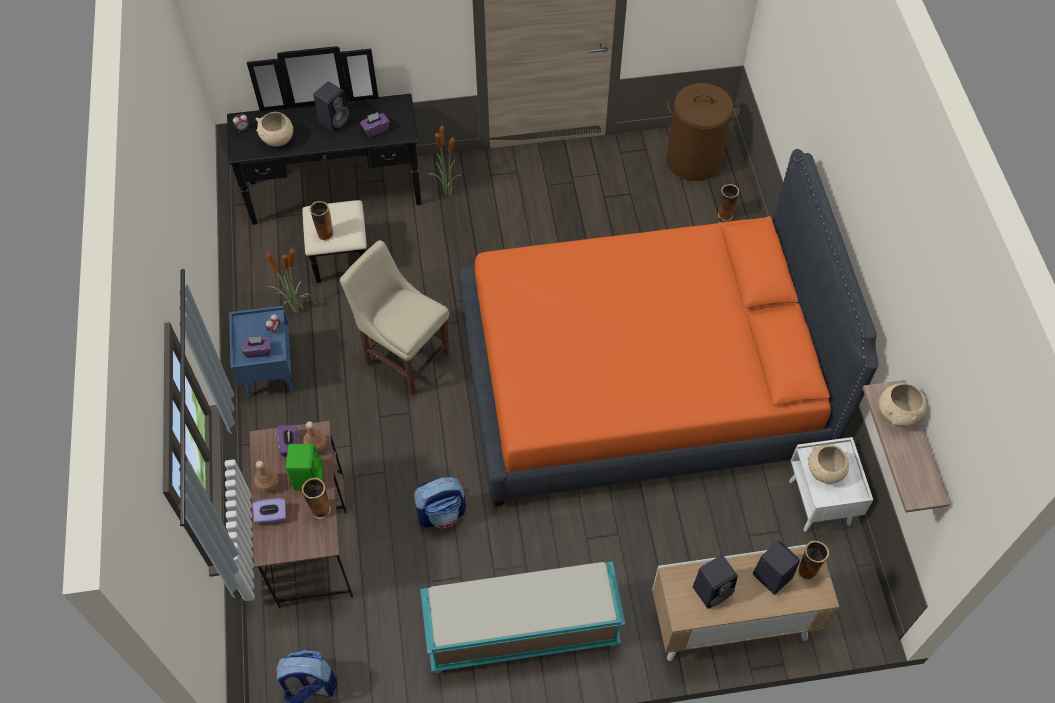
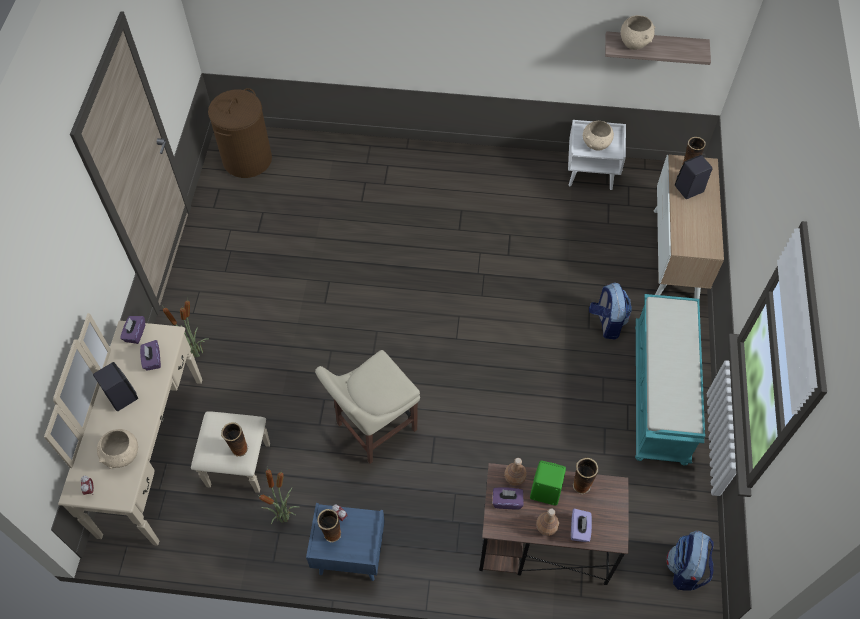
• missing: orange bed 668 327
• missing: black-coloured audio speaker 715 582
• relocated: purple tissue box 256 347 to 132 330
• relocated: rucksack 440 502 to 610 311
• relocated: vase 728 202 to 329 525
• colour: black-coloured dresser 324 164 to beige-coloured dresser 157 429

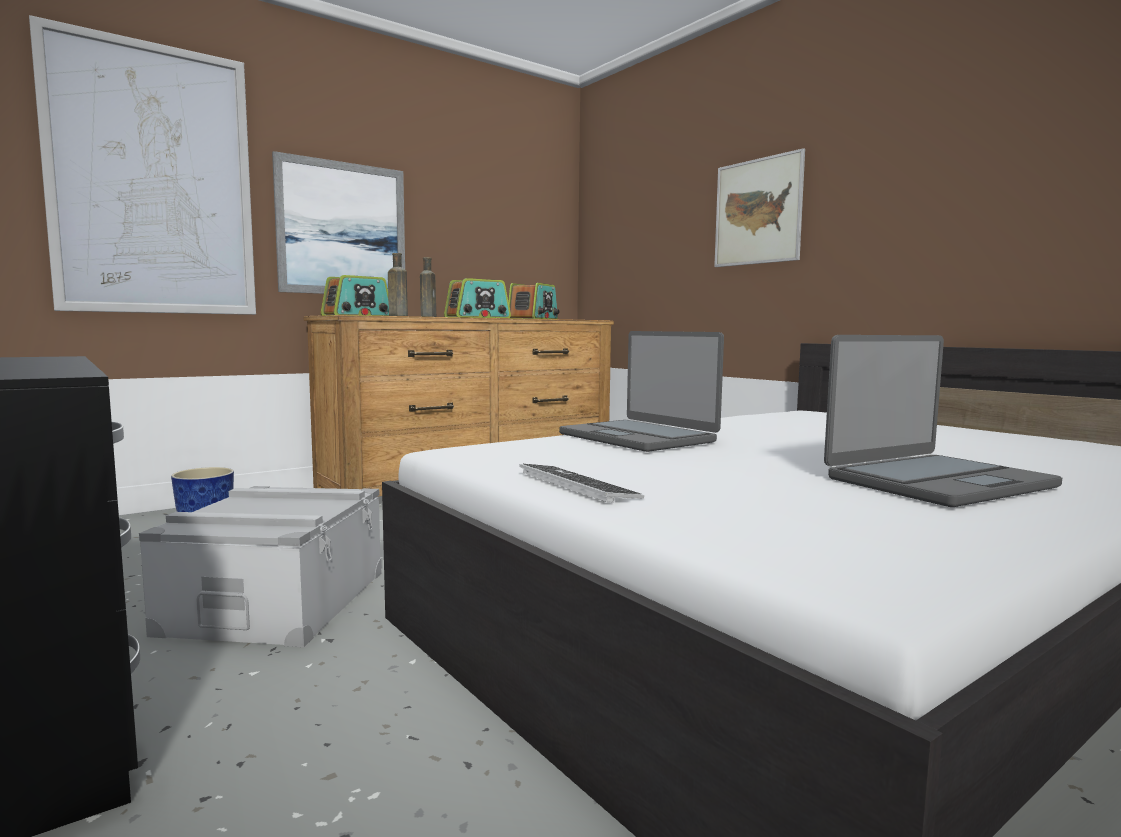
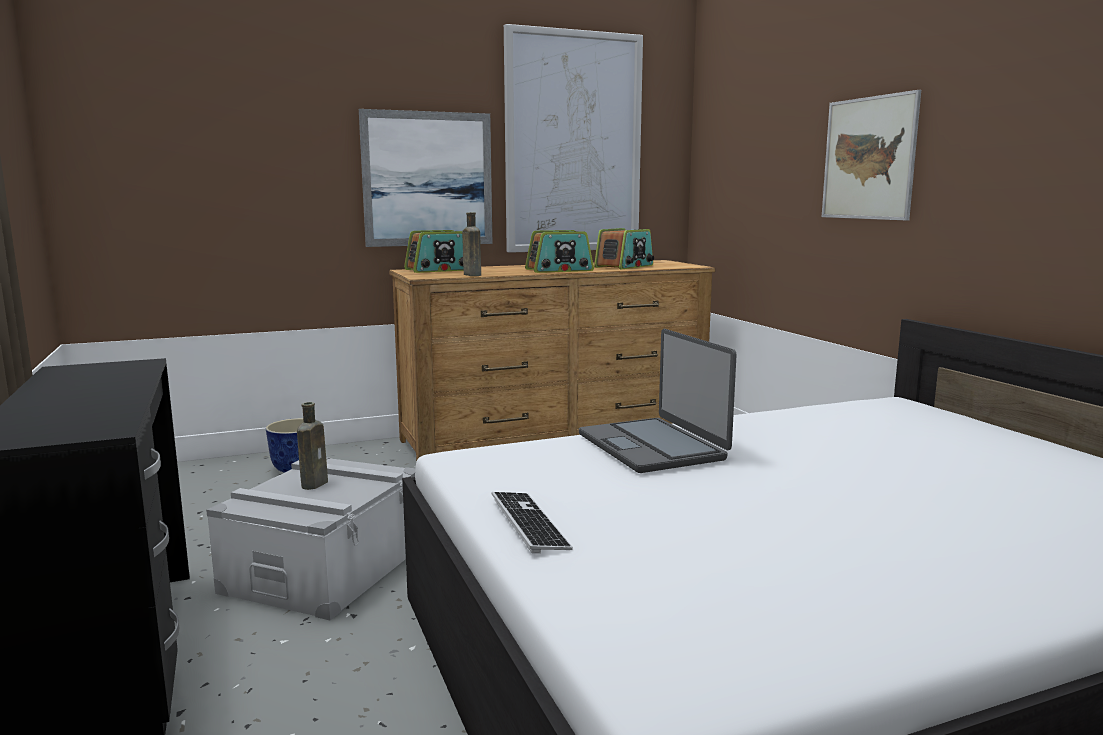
• missing: notebook computer 943 421
• relocated: wall art 142 165 to 573 138
• relocated: brown bottle 428 287 to 312 446

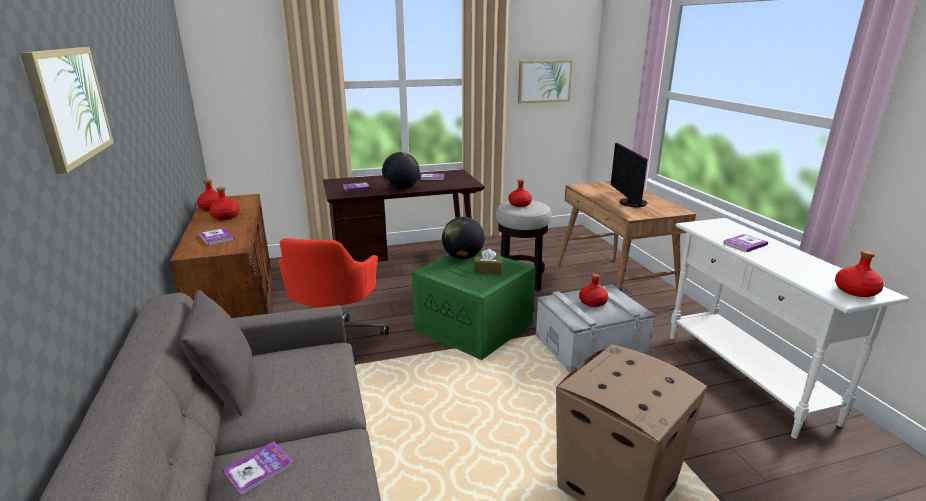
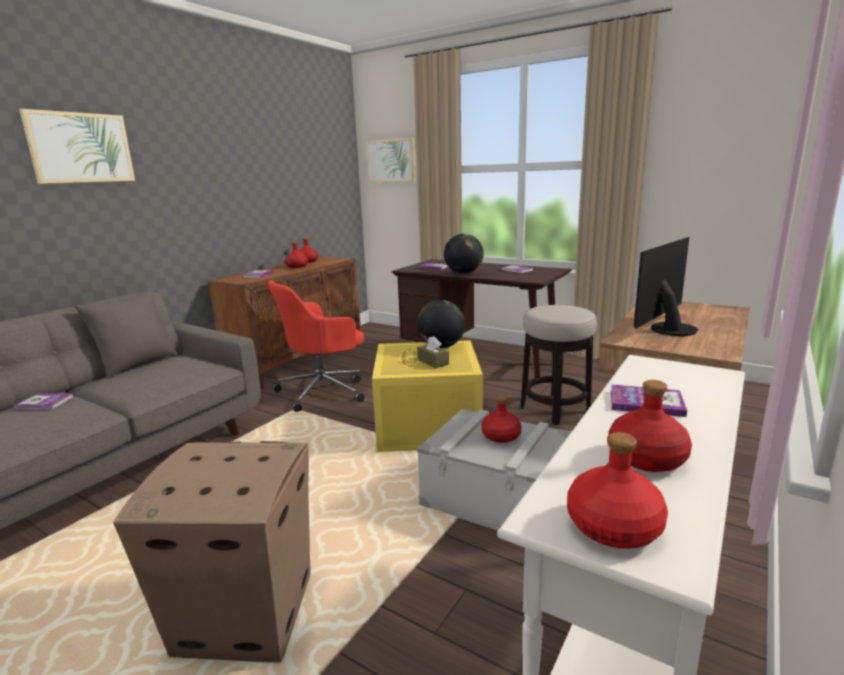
• relocated: red-coloured bottle 520 193 to 650 426
• relocated: wall art 545 81 to 391 160
• colour: green storage container 474 305 to yellow storage container 427 396

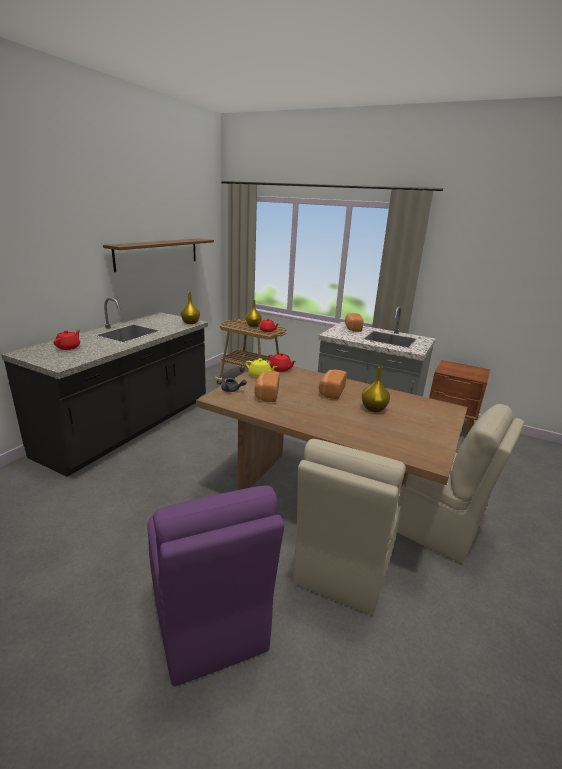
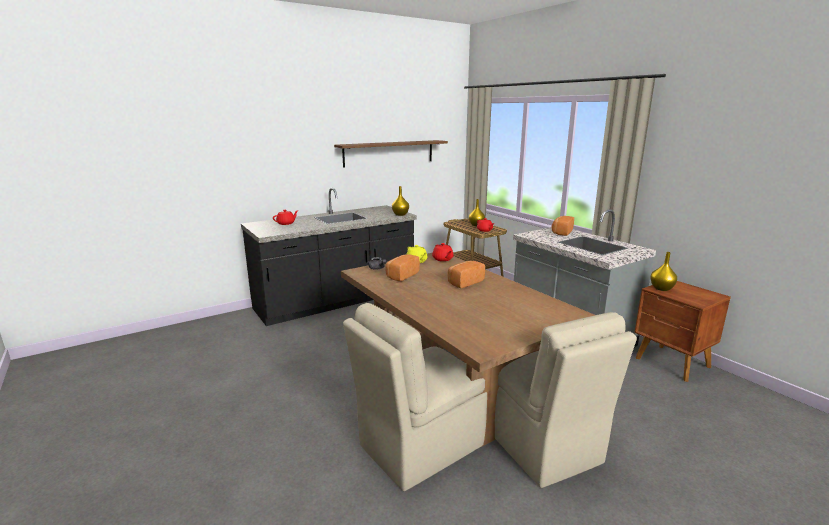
• missing: purple plain chair 215 585
• relocated: yellow vase 376 389 to 664 271

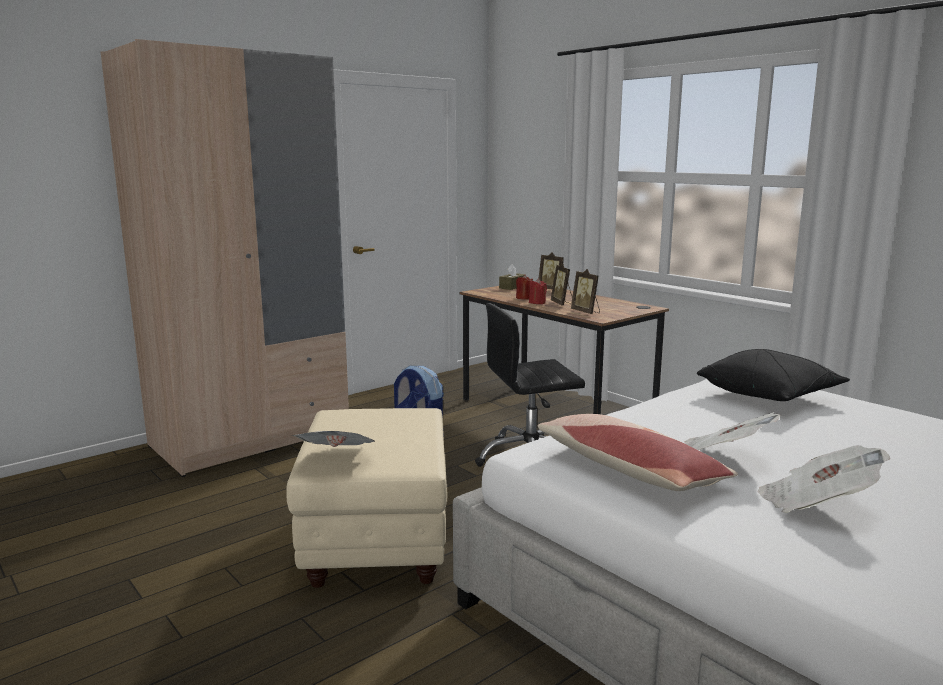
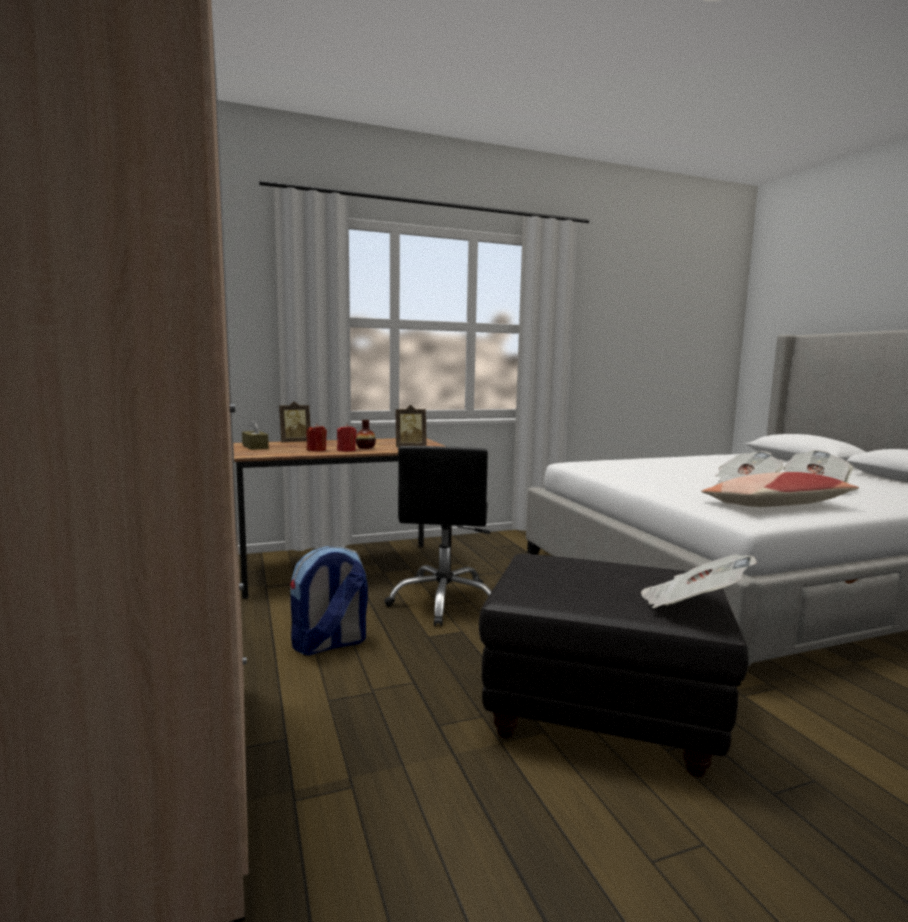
• missing: black-coloured pillow 773 375
• exchanged: picture frame 561 284 to vase 366 434
• colour: beige-coloured pouffe 366 498 to black-coloured pouffe 613 665

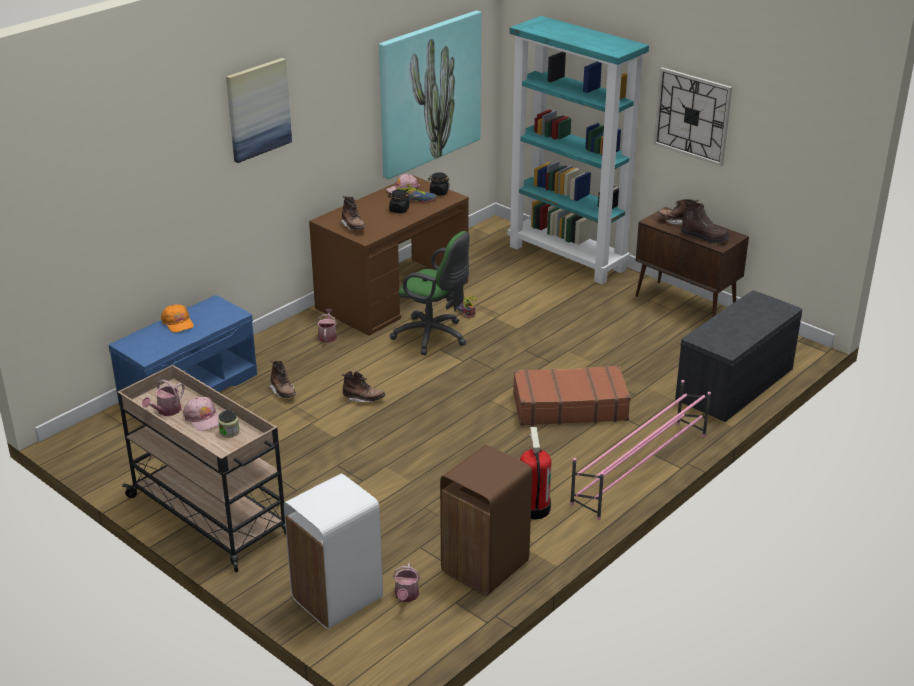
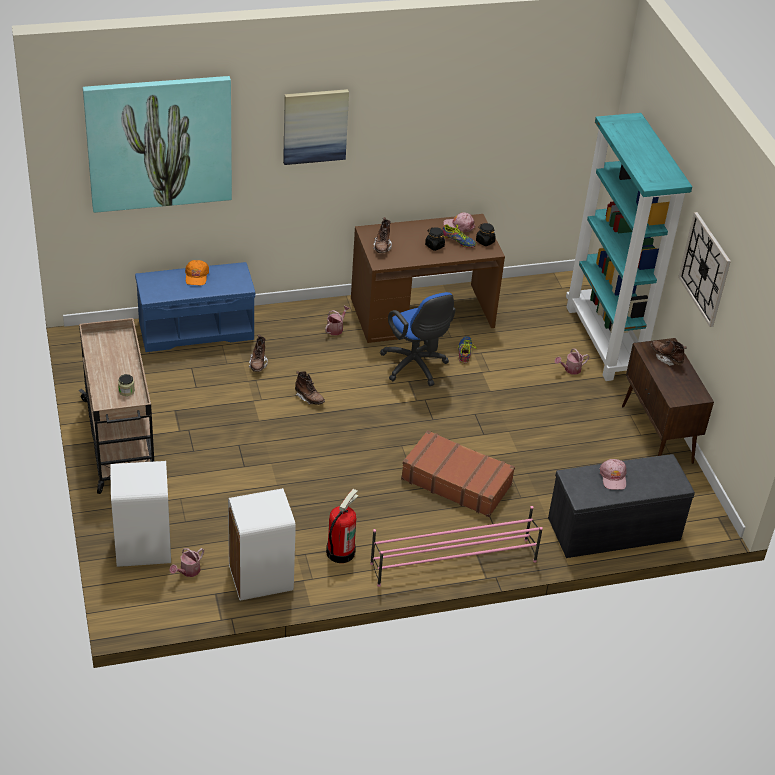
• missing: brown tall boot 705 223
• relocated: watering can 163 397 to 572 362
• relocated: pink-coloured peaked cap 201 414 to 613 474
• relocated: wall art 430 94 to 157 144
• colour: green office chair 430 293 to blue office chair 418 339
• colour: brown waste bin 486 520 to whitish waste bin 262 544

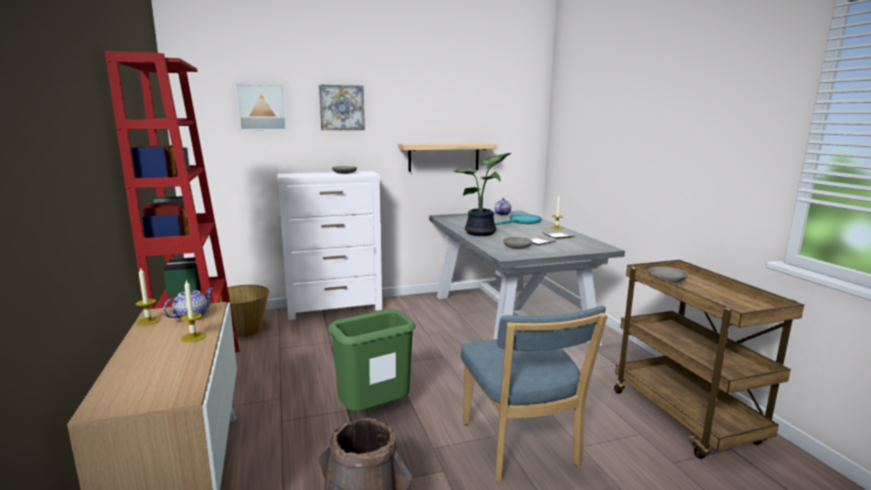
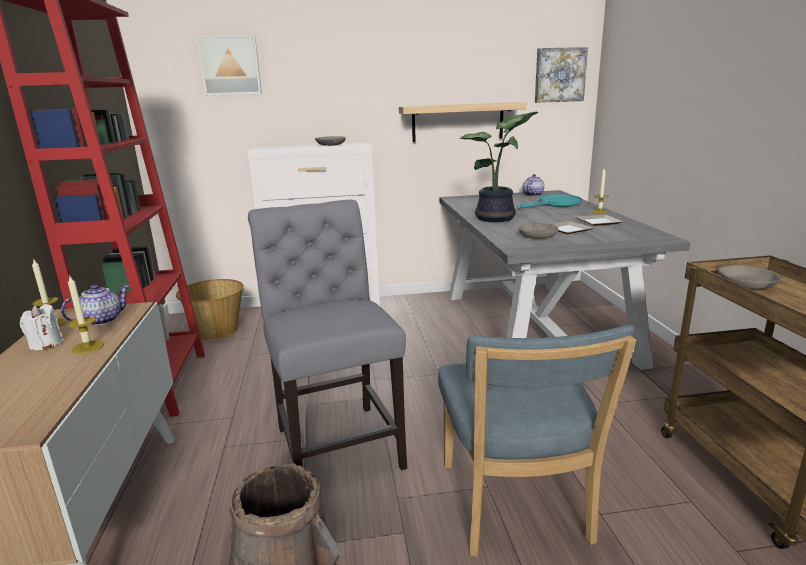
• appeared: whitish wax candle 41 327
• relocated: wall art 342 107 to 561 75
• exchanged: green waste bin 372 360 to greyish plain chair 327 335

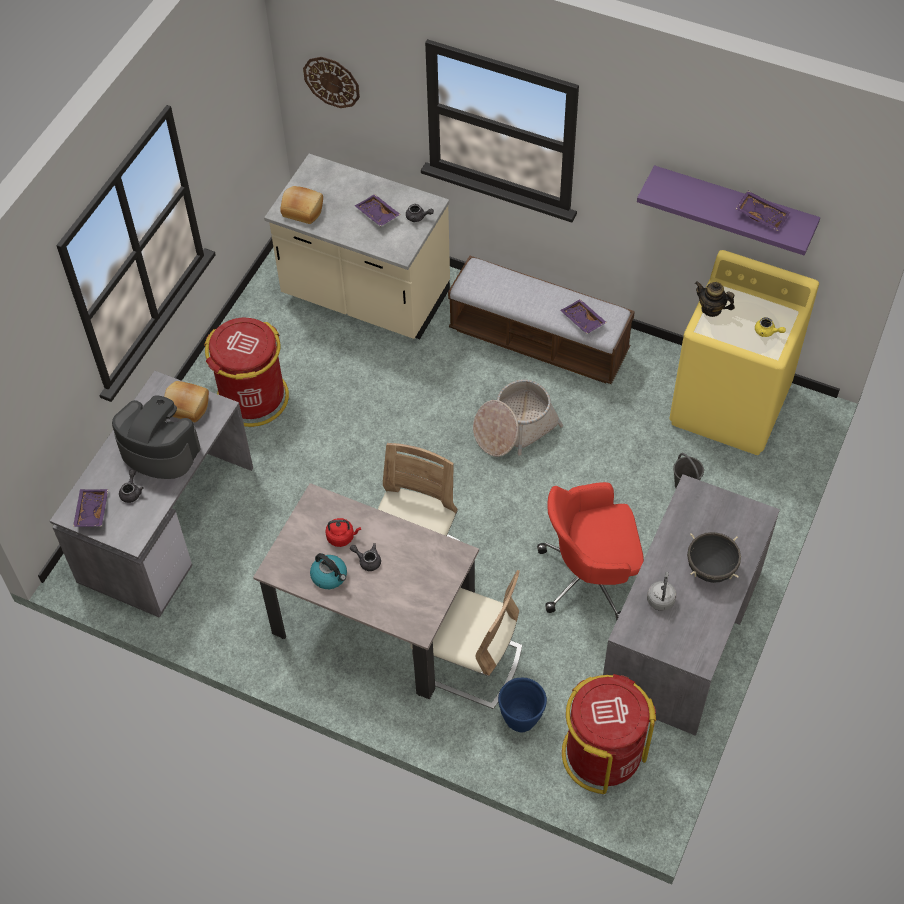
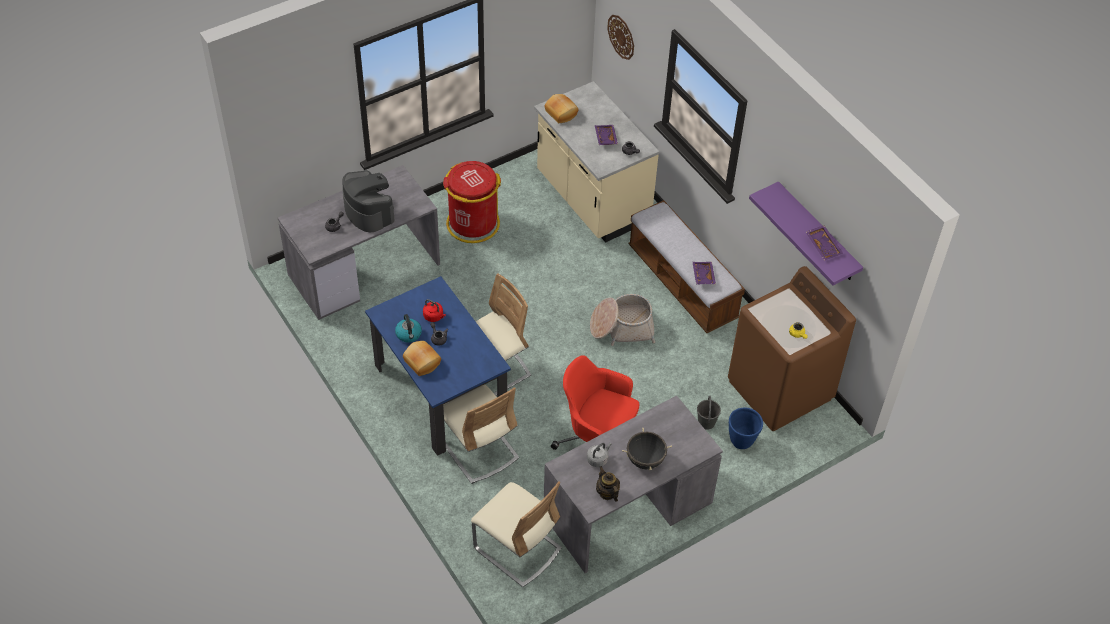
• missing: purple serving tray 90 508
• relocated: bakery bread 186 401 to 422 358
• relocated: blue flower pot 522 705 to 746 428
• relocated: tea pot 715 299 to 608 484
• exchanged: red-coloured waste bin 609 734 to beige-coloured plain chair 516 534
• colour: beige-coloured dinner table 366 591 to blue dinner table 438 366
• colour: yellow washing machine 744 352 to brown washing machine 792 348

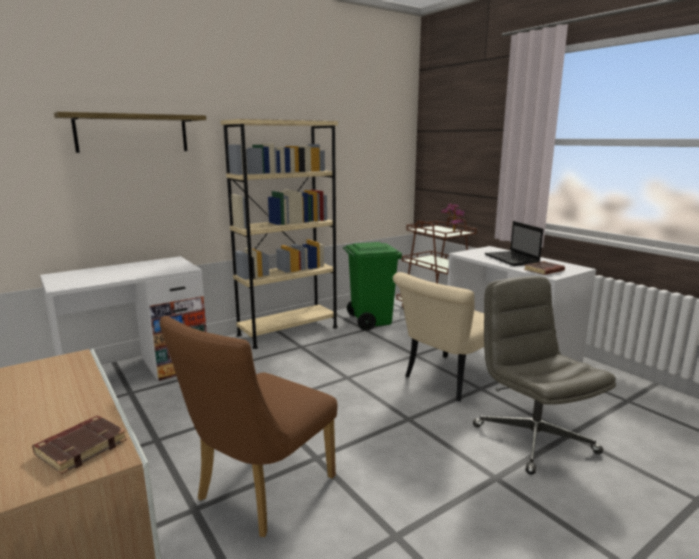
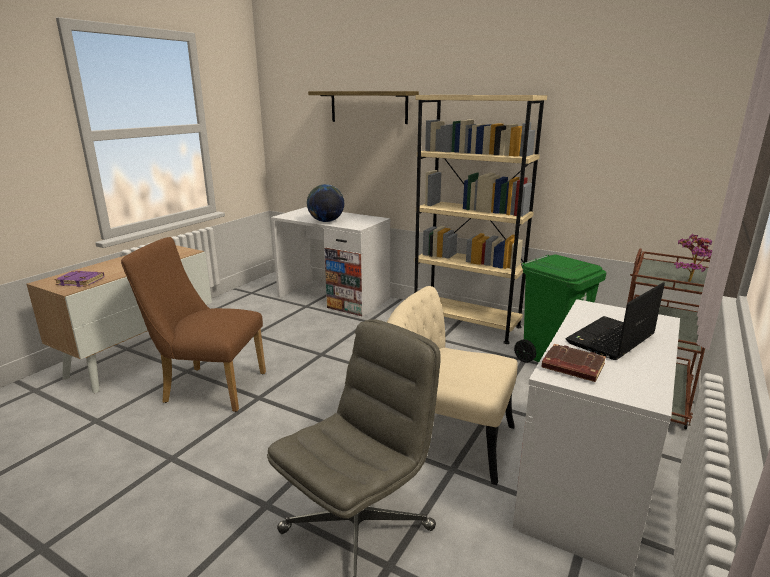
• appeared: globe 325 203
• colour: brown book 79 445 to purple book 79 279

